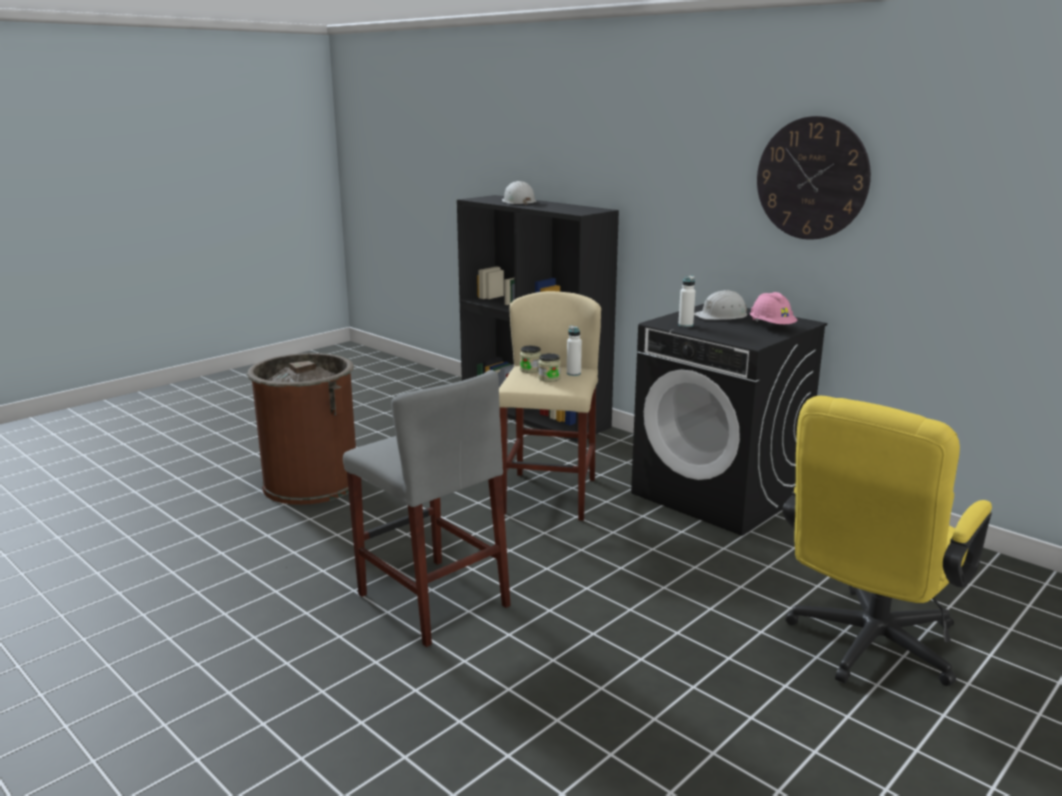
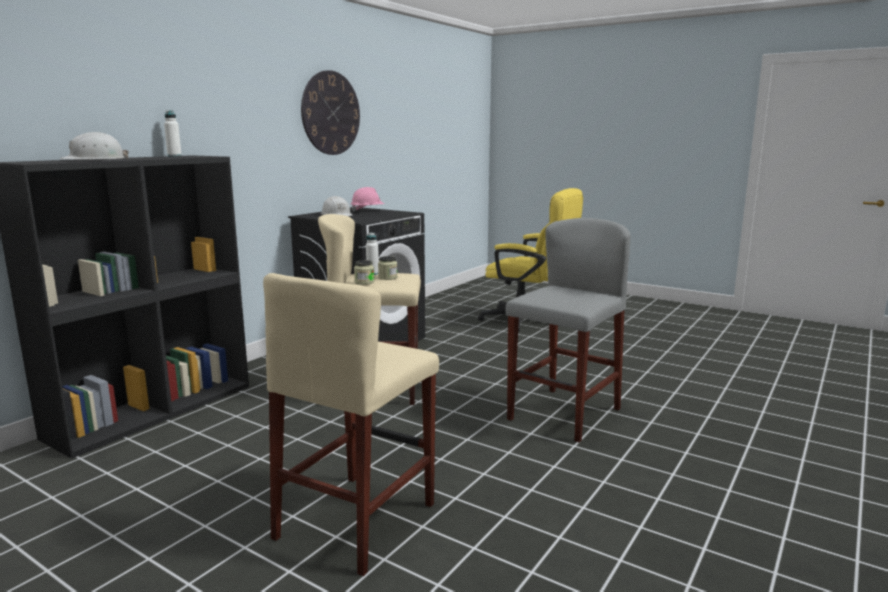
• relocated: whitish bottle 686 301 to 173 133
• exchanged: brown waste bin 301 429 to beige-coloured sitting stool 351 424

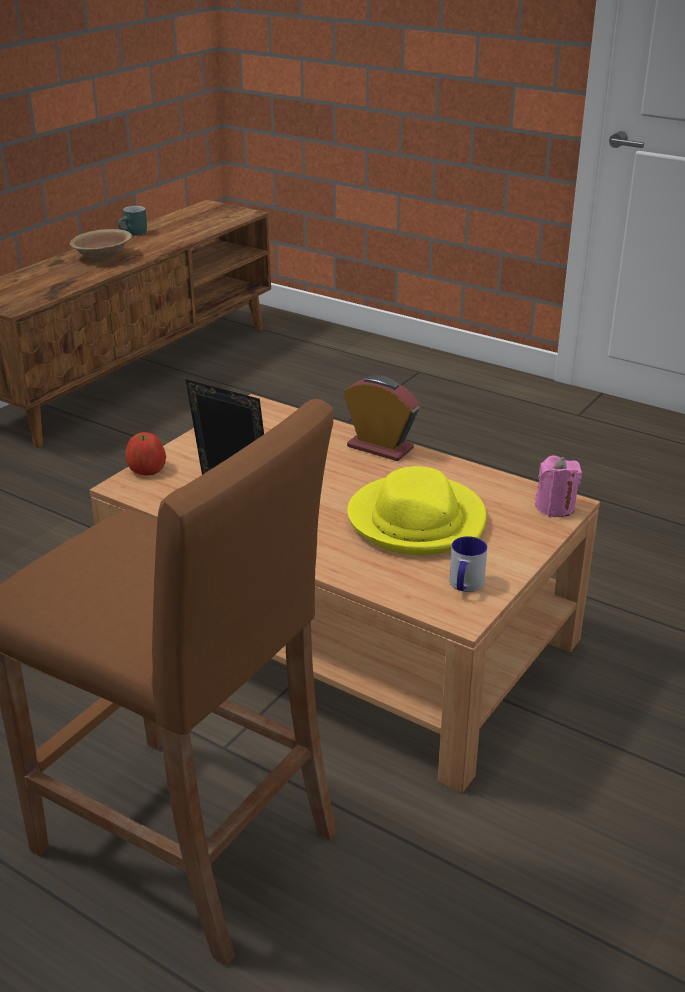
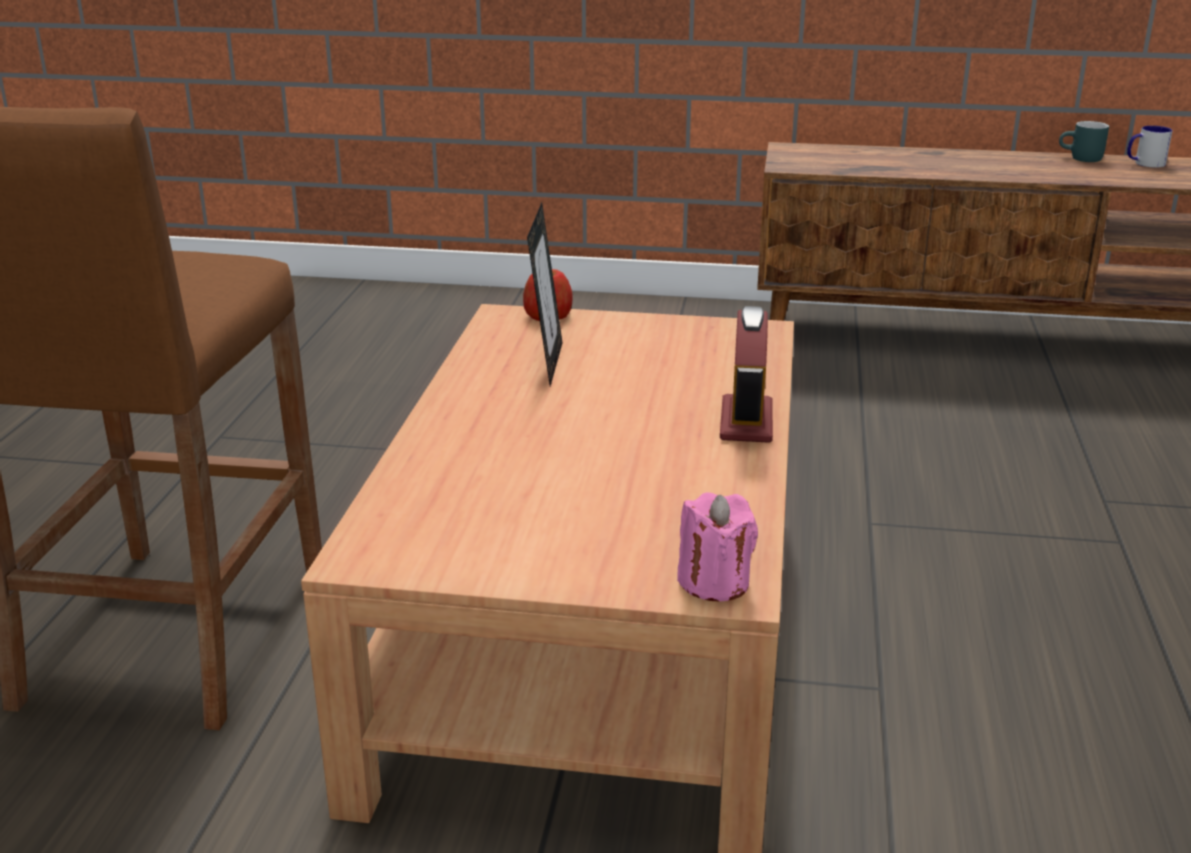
• missing: brown deep dish 101 244
• missing: yellow clothing hat 417 510
• relocated: tea mug 468 564 to 1150 146

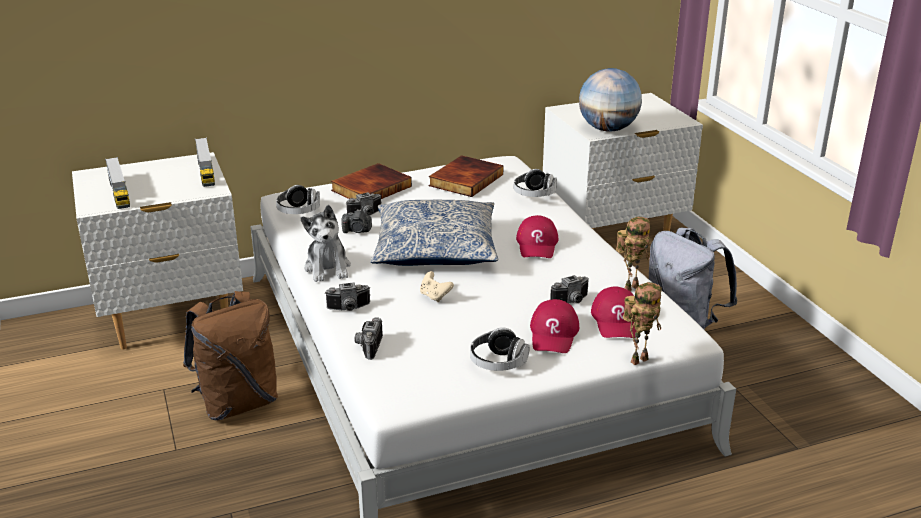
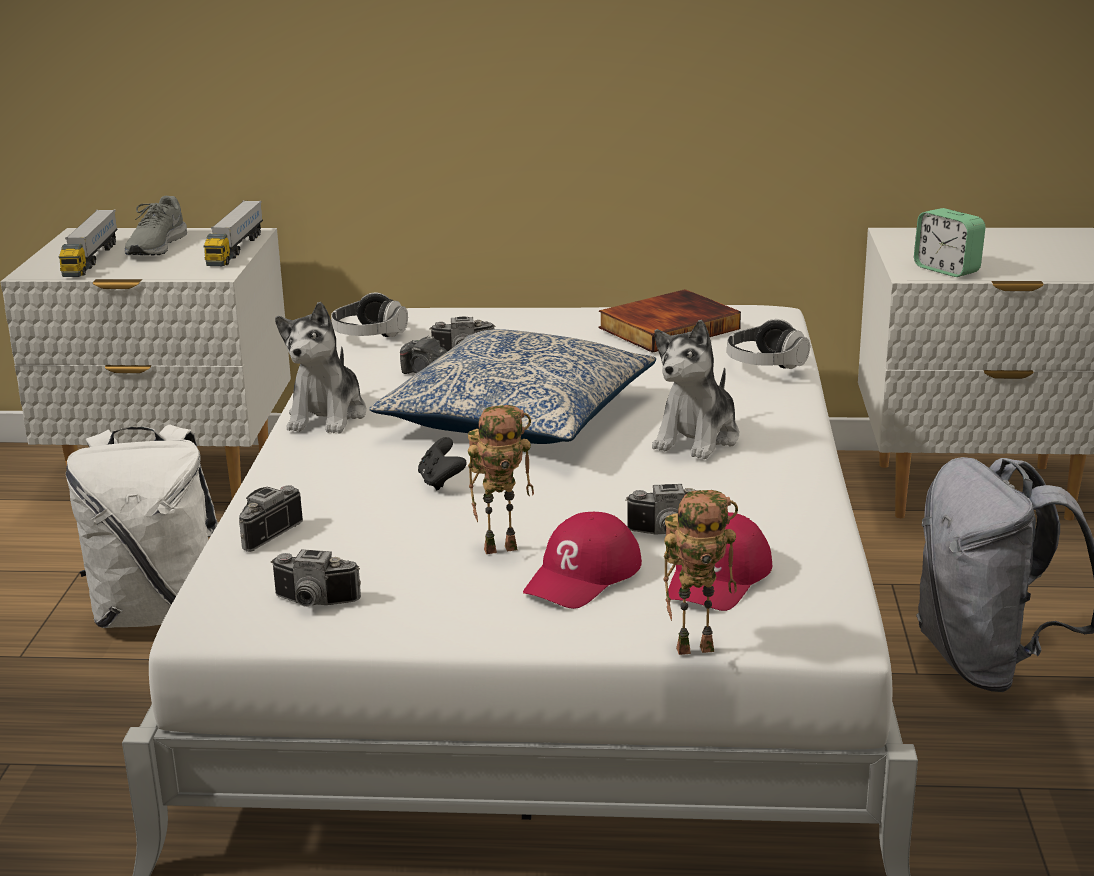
• missing: book 371 181
• missing: headset 499 349
• appeared: greyish shoe 156 225
• relocated: still camera 347 296 to 316 578
• relocated: robot figure 633 254 to 501 479
• exchanged: red-coloured peaked cap 537 236 to cuddly toy 695 389
• exchanged: globe 610 100 to alarm clock 950 242
• colour: brown rucksack 230 355 to whitish rucksack 142 526
• colour: beige-coloured gamepad 437 286 to black-coloured gamepad 442 464

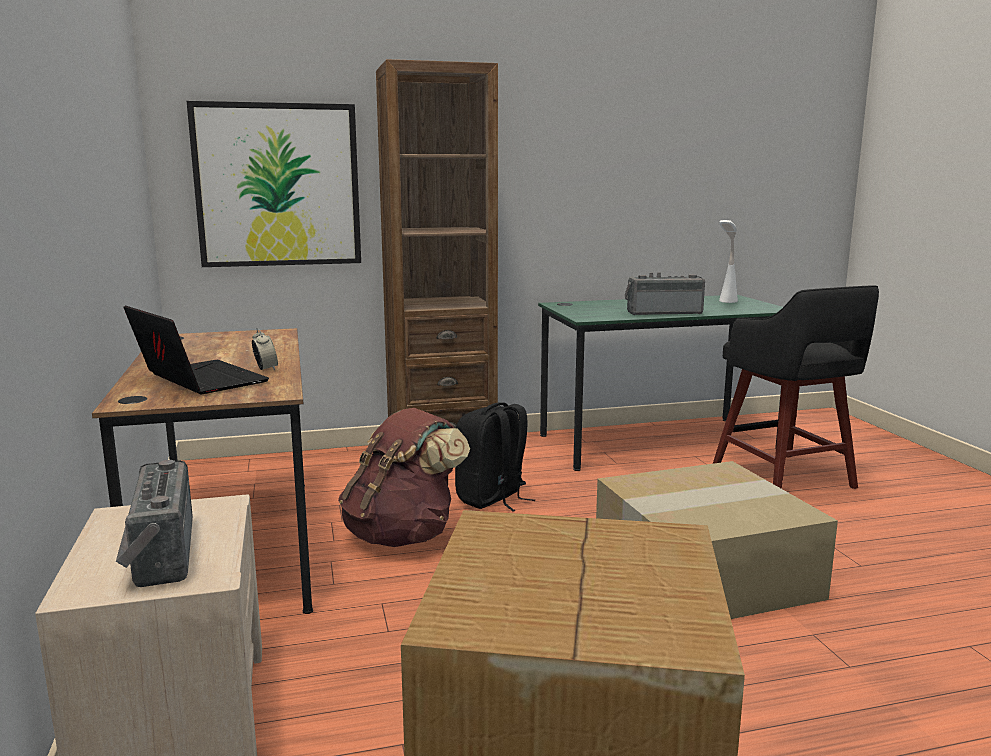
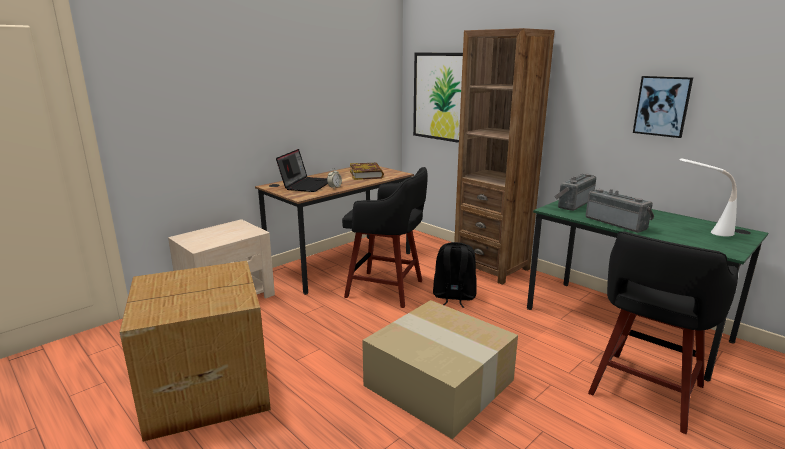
• appeared: book 367 171
• appeared: wall art 663 107
• relocated: radio set 154 523 to 575 192
• exchanged: brown rucksack 404 477 to black-coloured sitting stool 385 237

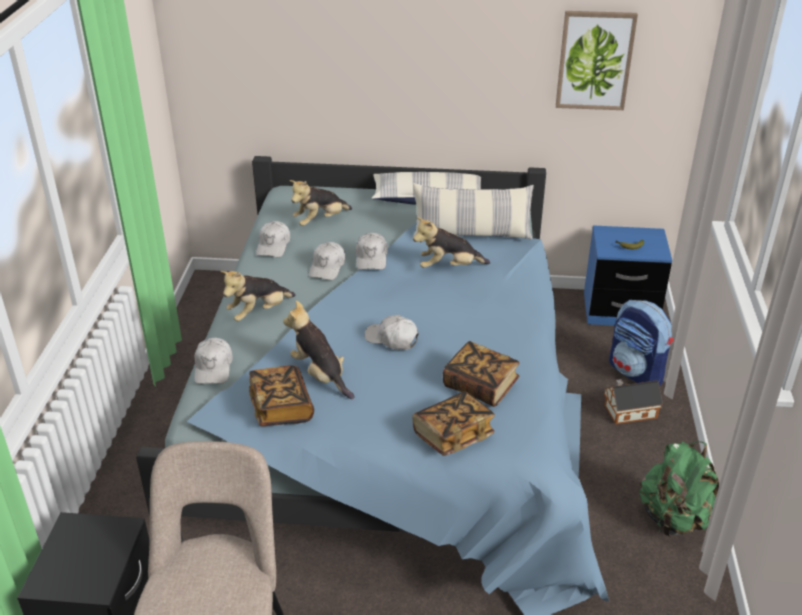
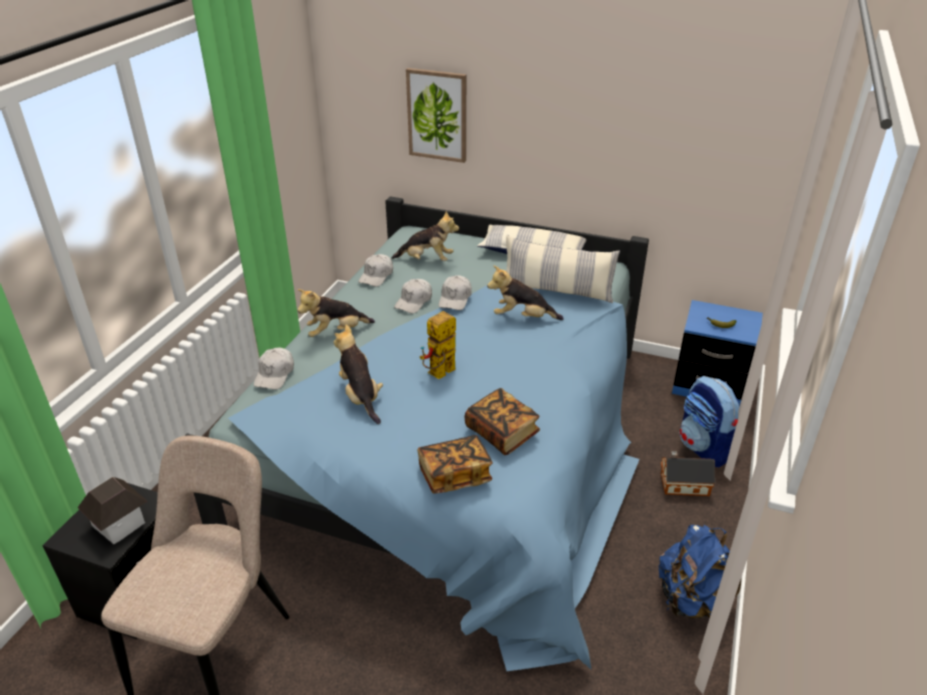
• missing: book 281 395
• appeared: model house 112 510
• relocated: wall art 597 60 to 436 115
• exchanged: whitish peaked cap 391 332 to robot figure 438 345
• colour: green rucksack 679 489 to blue rucksack 700 571
• spun: cuddly toy 320 203 = 425 236 150 degrees counterclockwise

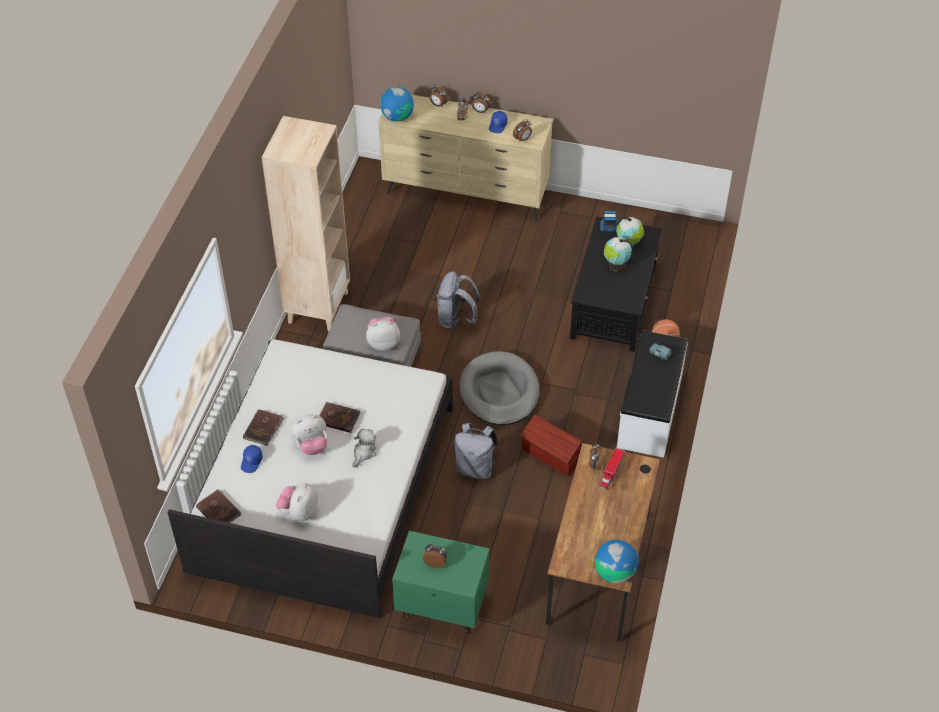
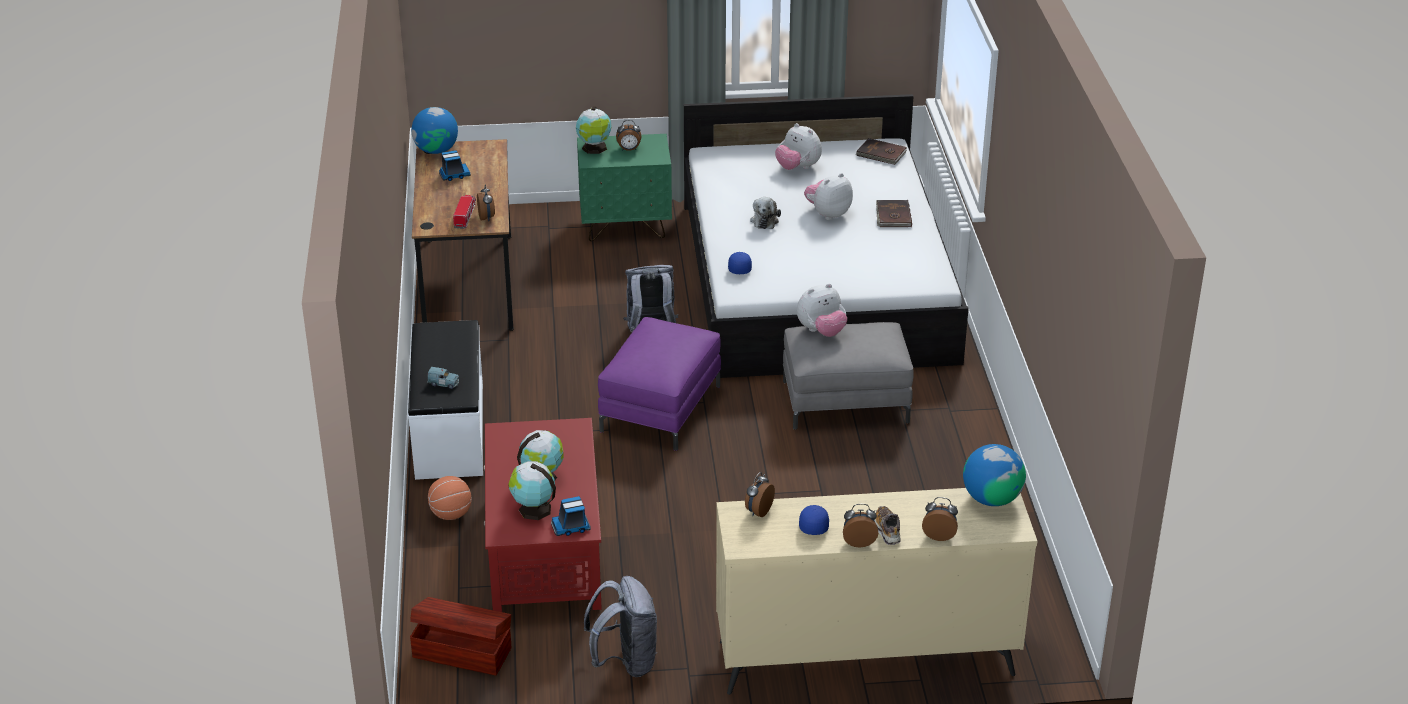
• missing: beige-coloured shelving unit 305 223
• missing: brown book 340 417
• appeared: toy lorry 455 165
• appeared: globe 594 130
• relocated: blue peaked cap 252 459 to 740 263
• relocated: greyish rucksack 458 300 to 620 626
• relocated: brown storage container 551 445 to 460 636
• exchanged: greyish pet bed 500 388 to purple pouffe 659 384
• colour: black-coloured coffee table 616 284 to red-coloured coffee table 542 515
• spun: cuddly toy 297 502 = 798 146 135 degrees clockwise

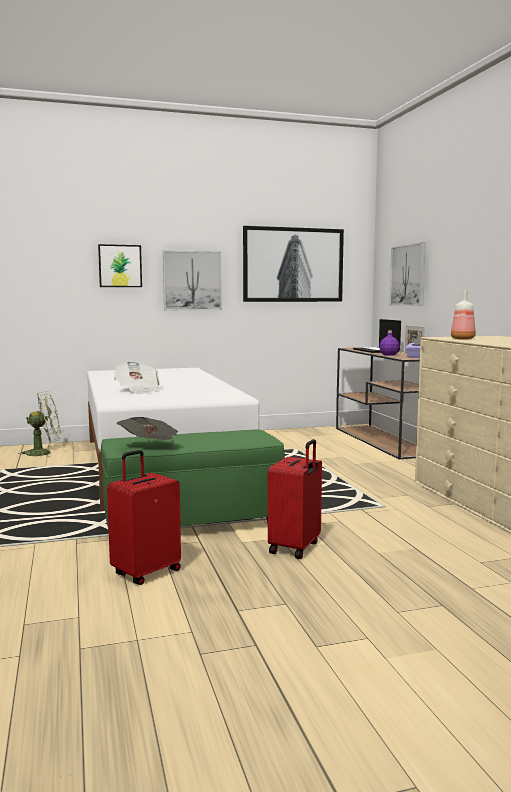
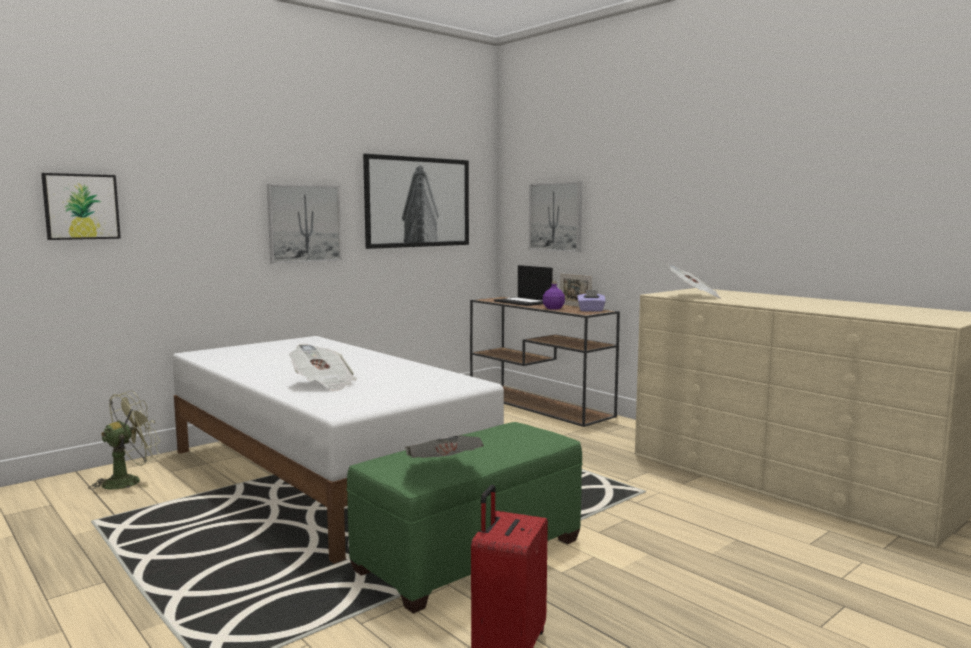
• missing: red-coloured piece of luggage 295 499
• relocated: wall art 120 265 to 81 206
• exchanged: bottle 463 315 to newspaper 694 281

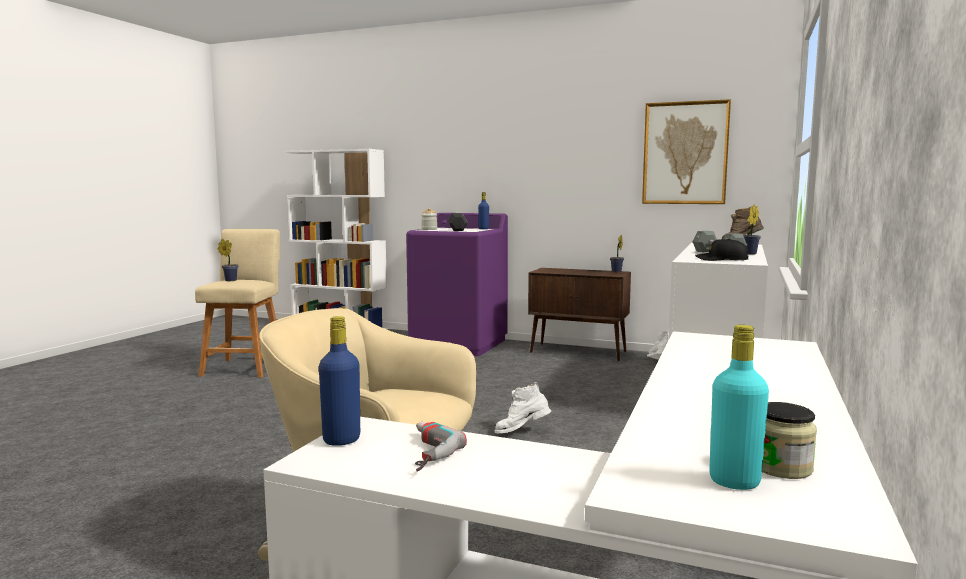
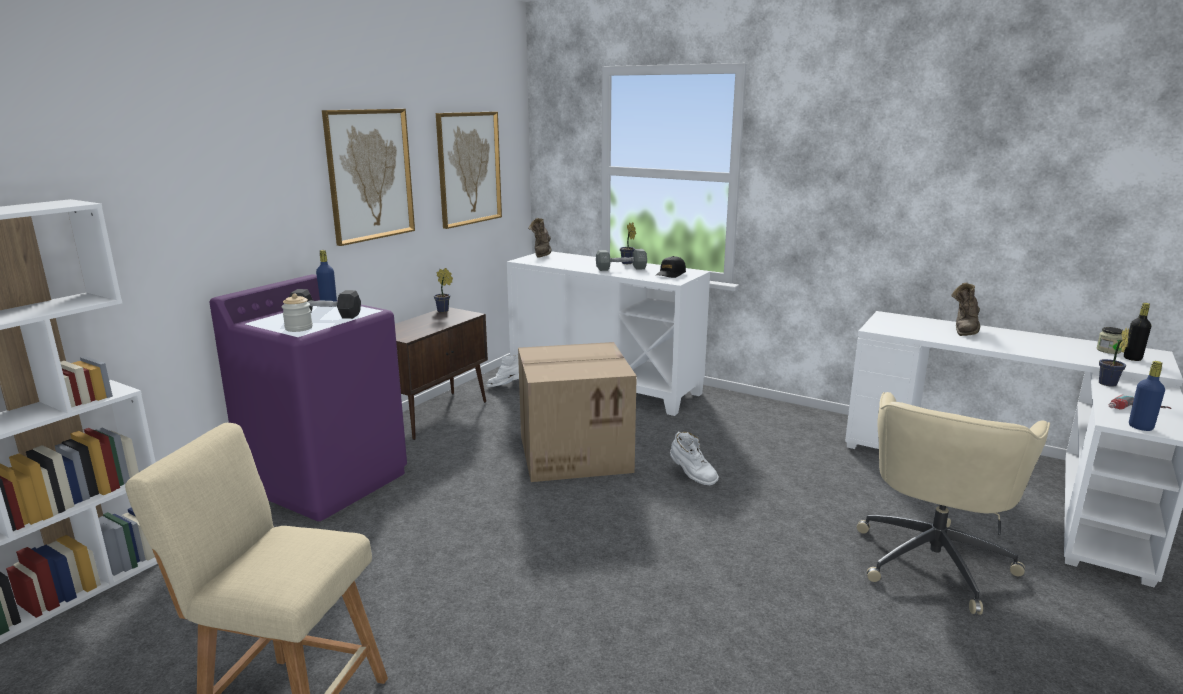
• appeared: wall art 368 177
• appeared: carton 577 412
• appeared: brown tall boot 965 309
• relocated: potted plant 228 260 to 1114 357
• colour: turquoise bottle 739 407 to black-coloured bottle 1137 332
• spun: whitish tall boot 523 407 = 694 458 45 degrees counterclockwise

